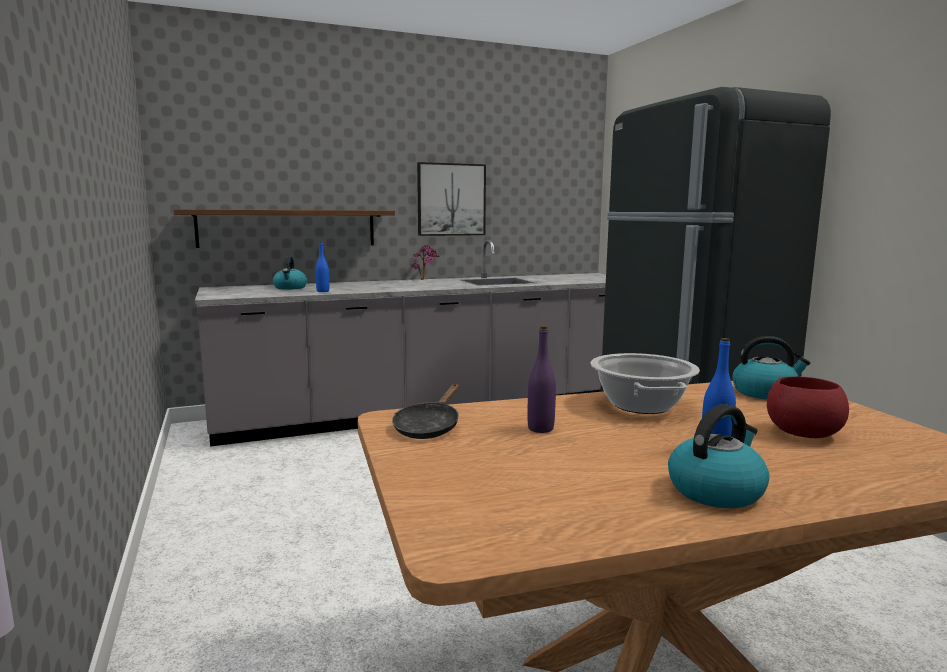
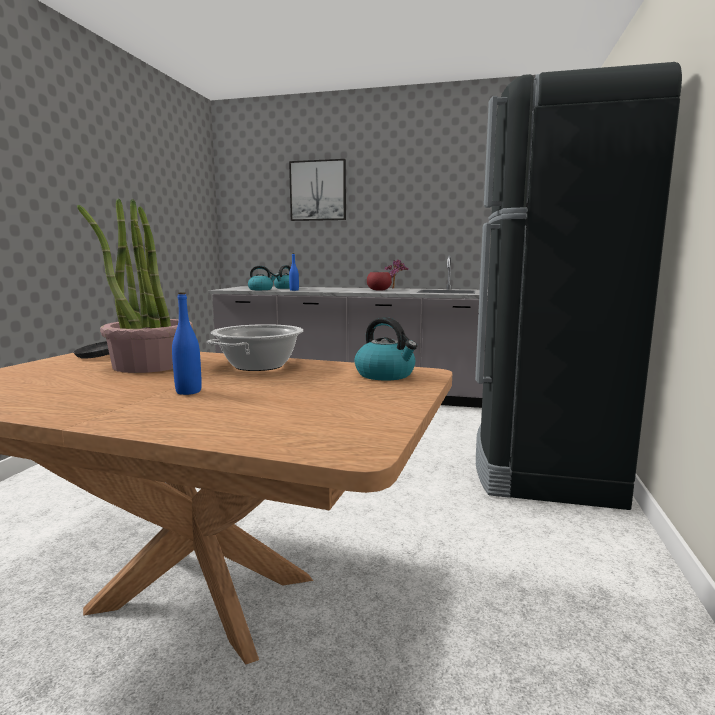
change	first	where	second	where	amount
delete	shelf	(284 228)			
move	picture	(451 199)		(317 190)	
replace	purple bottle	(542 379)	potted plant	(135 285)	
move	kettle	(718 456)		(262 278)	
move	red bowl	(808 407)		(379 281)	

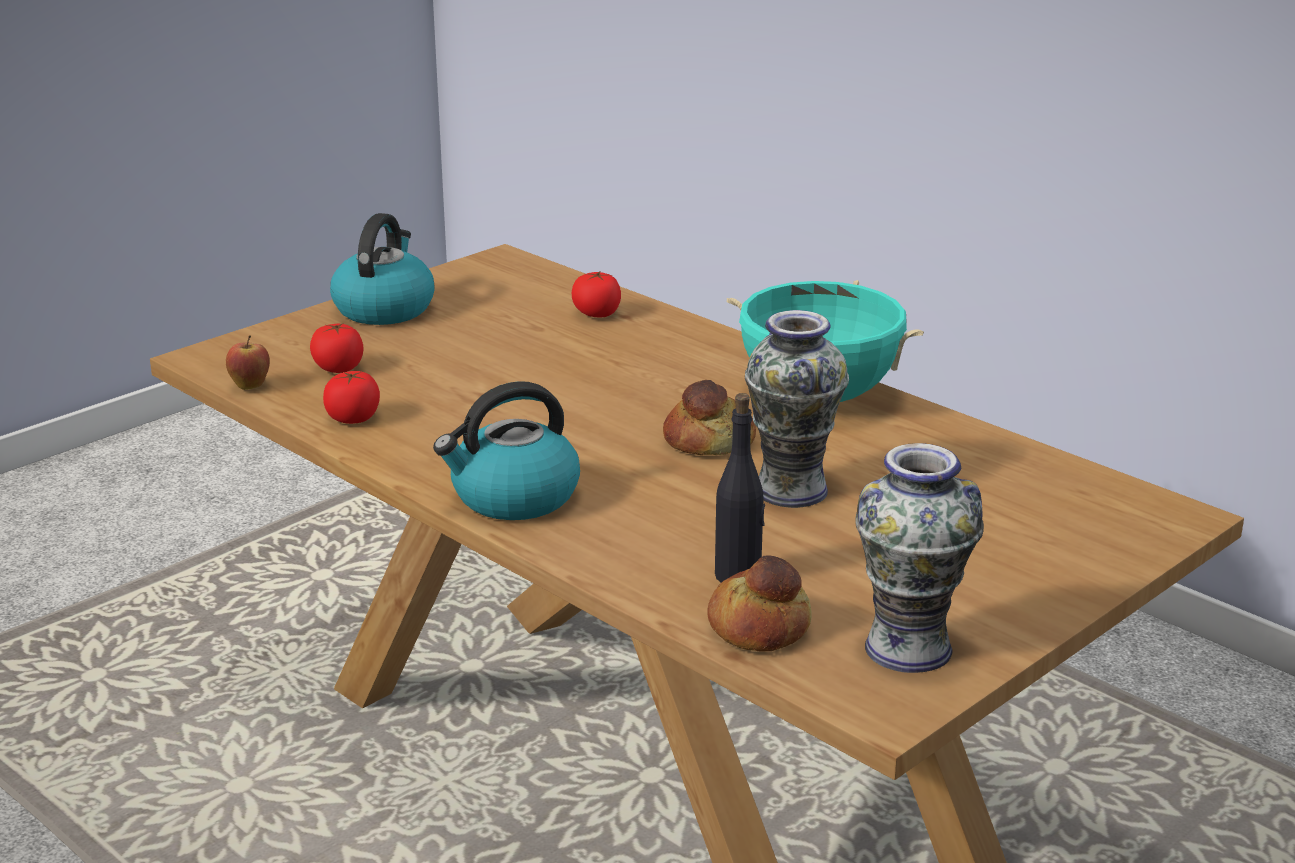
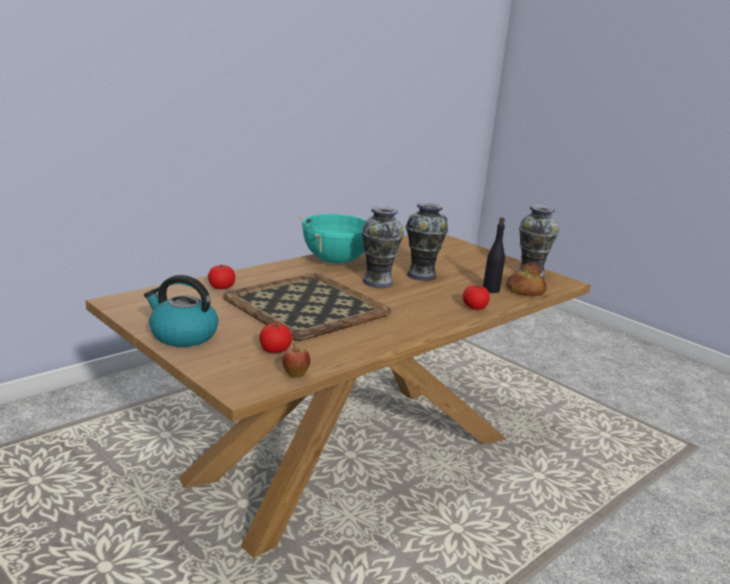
change	first	where	second	where	amount
move	tomato	(351 397)		(476 297)	
delete	kettle	(506 450)			
replace	bread	(709 417)	vase	(382 247)	
insert			tray	(307 307)	

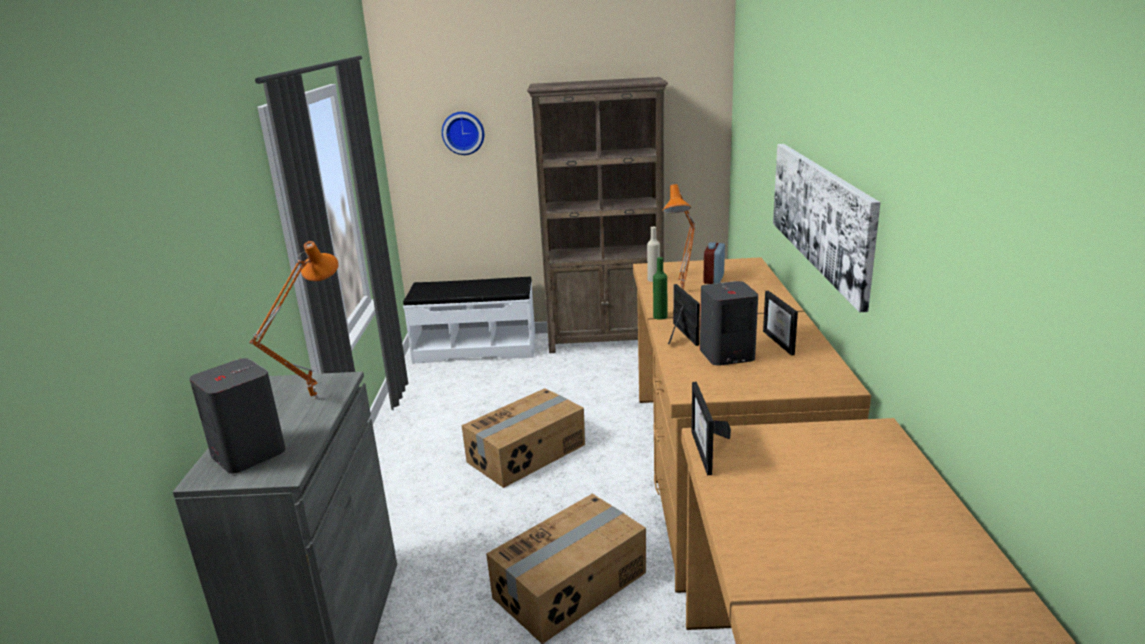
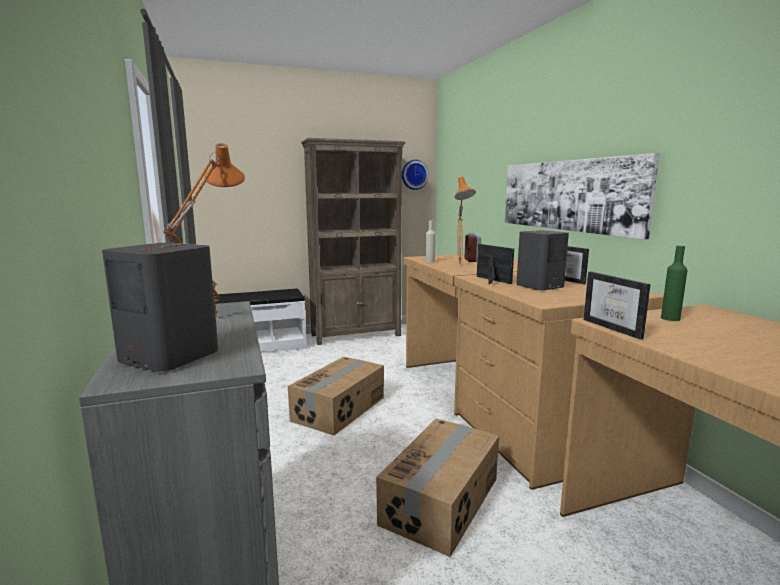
change	first	where	second	where	amount
move	wall clock	(463 133)		(415 175)	
move	green bottle	(660 288)		(674 283)	

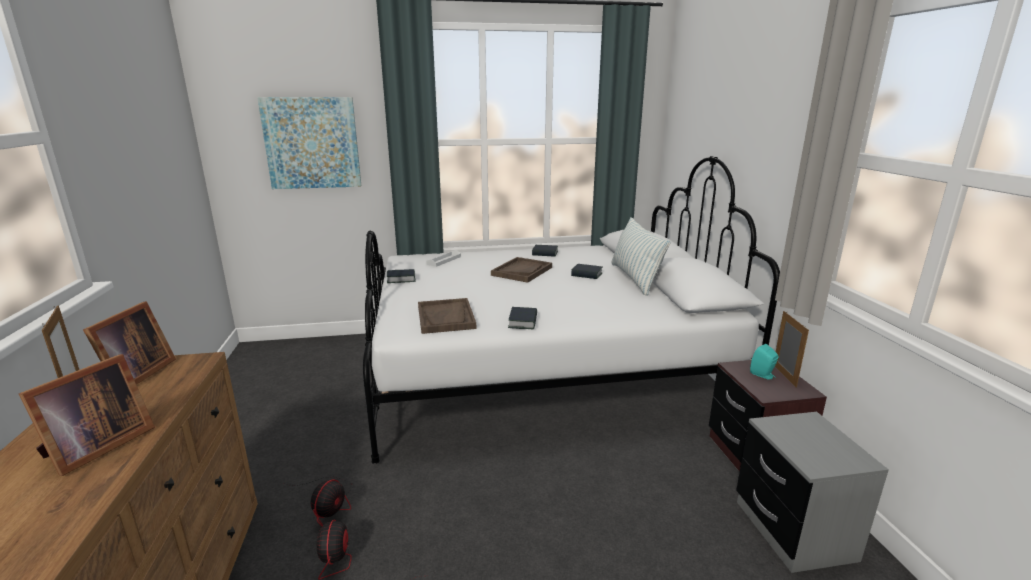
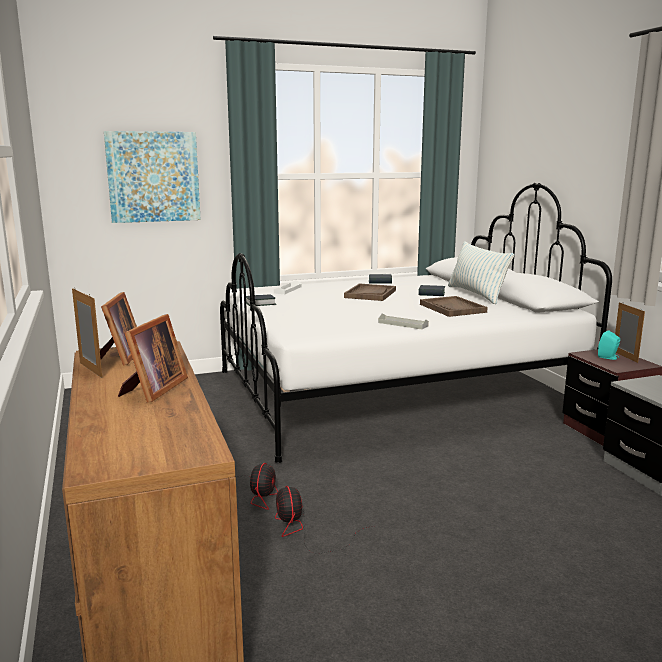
change	first	where	second	where	amount
move	brown tray	(447 316)		(454 306)	
replace	book	(522 318)	grey tray	(403 321)	

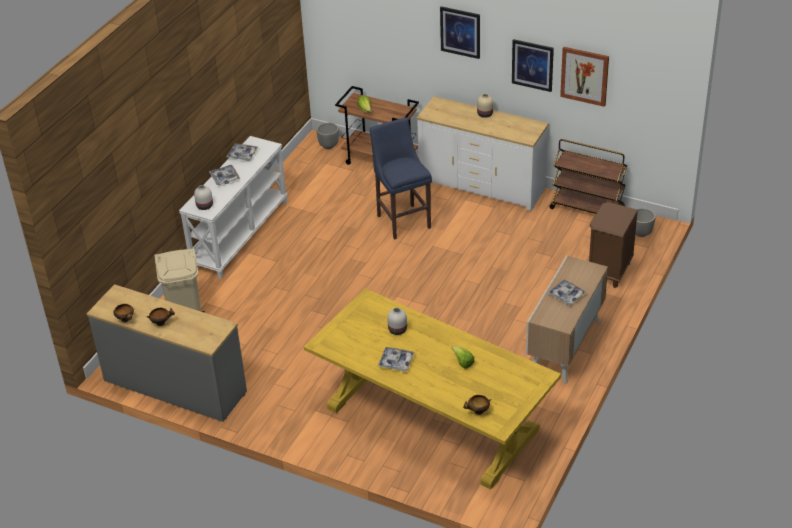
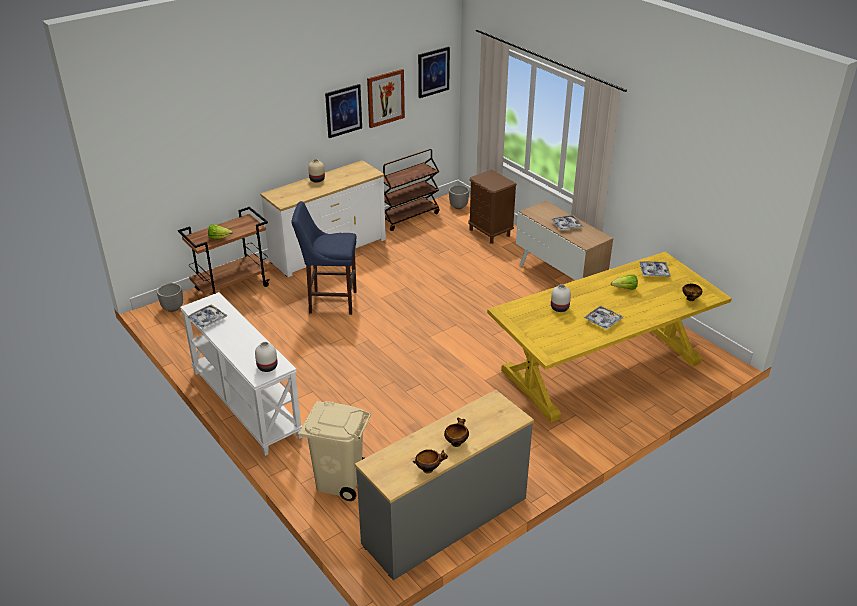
change	first	where	second	where	amount
move	tray	(224 175)		(655 269)	
move	picture	(460 32)		(434 72)	

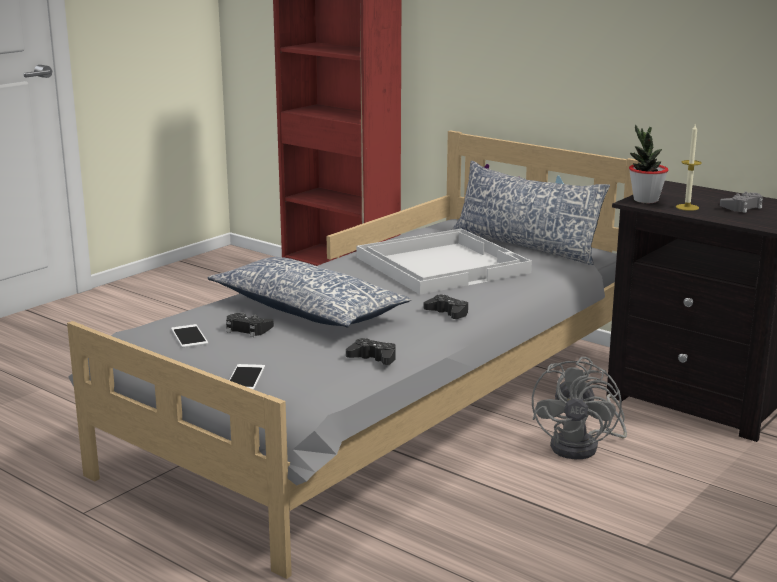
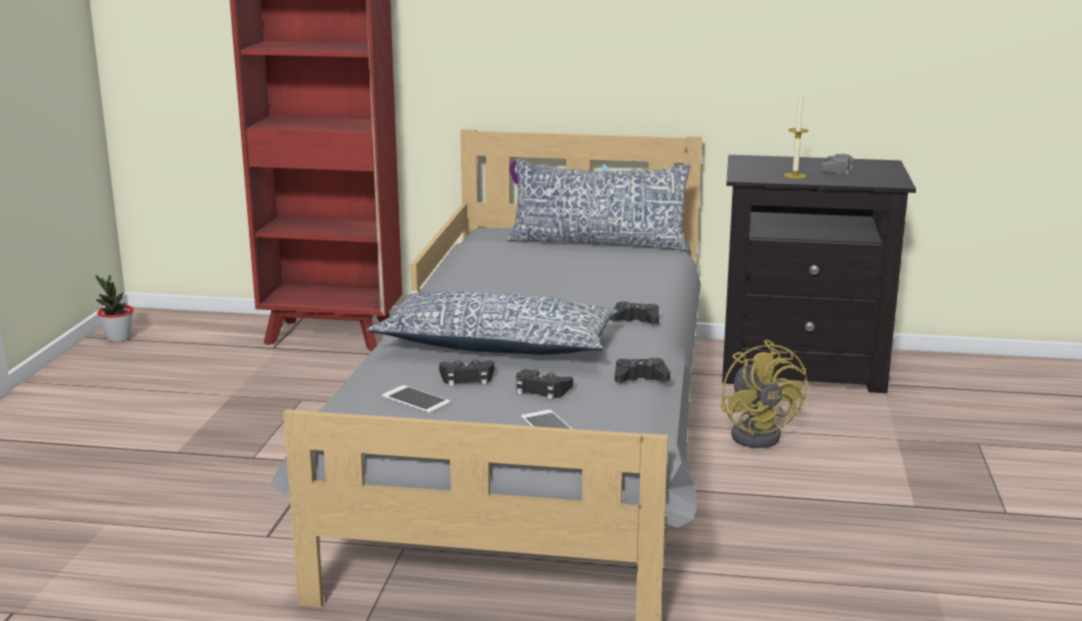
change	first	where	second	where	amount
delete	white tray	(444 262)			
recolor	grey fan	(579 408)	yellow fan	(764 394)	
move	potted plant	(648 164)		(115 308)	
insert			black game controller	(544 384)	

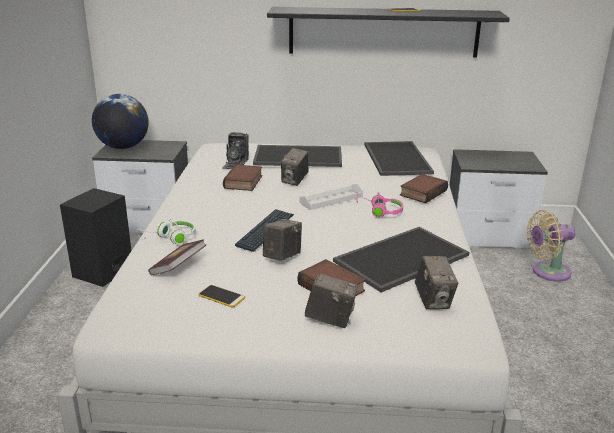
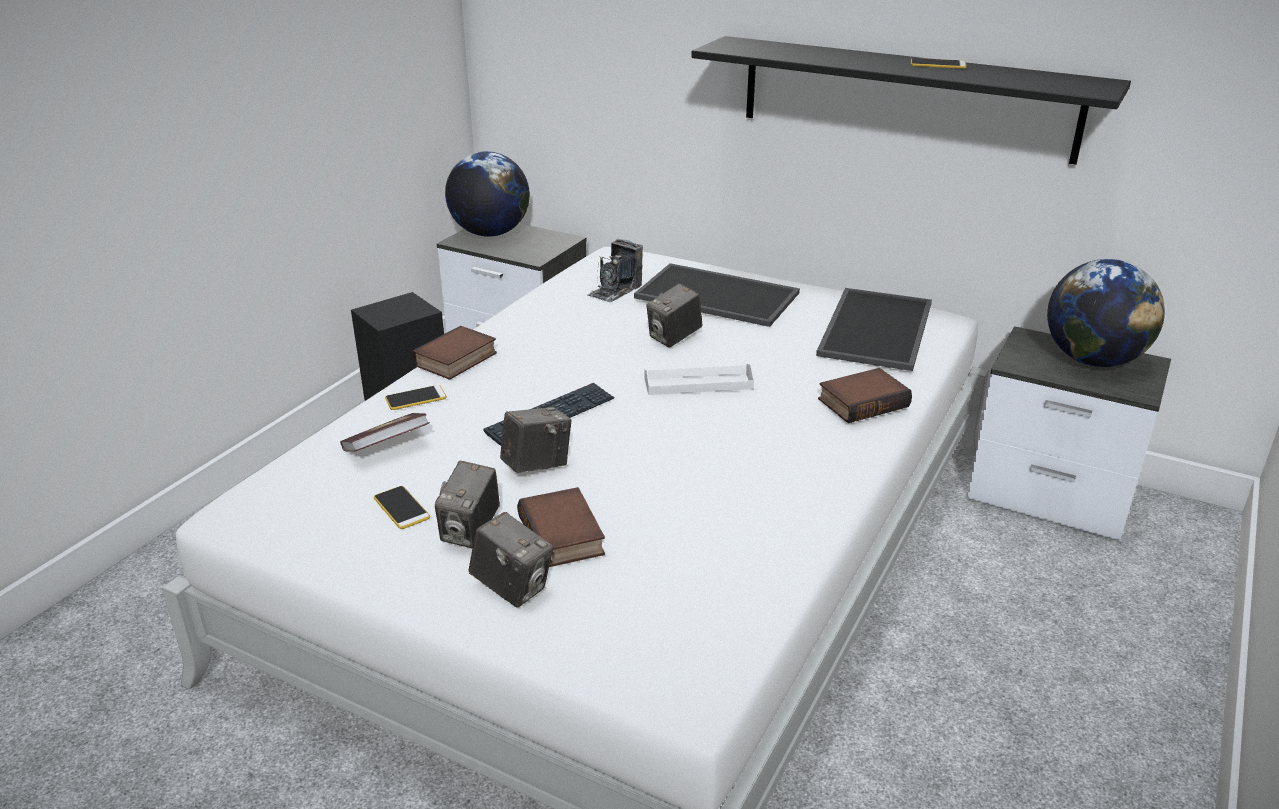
change	first	where	second	where	amount
replace	white headphones	(166 231)	phone	(416 397)	
move	book	(242 178)		(454 353)	
delete	tray	(401 259)			
delete	pink headphones	(380 204)			
move	photo camera	(436 282)		(467 504)	
delete	beige fan	(551 246)			
insert			globe	(1106 313)	

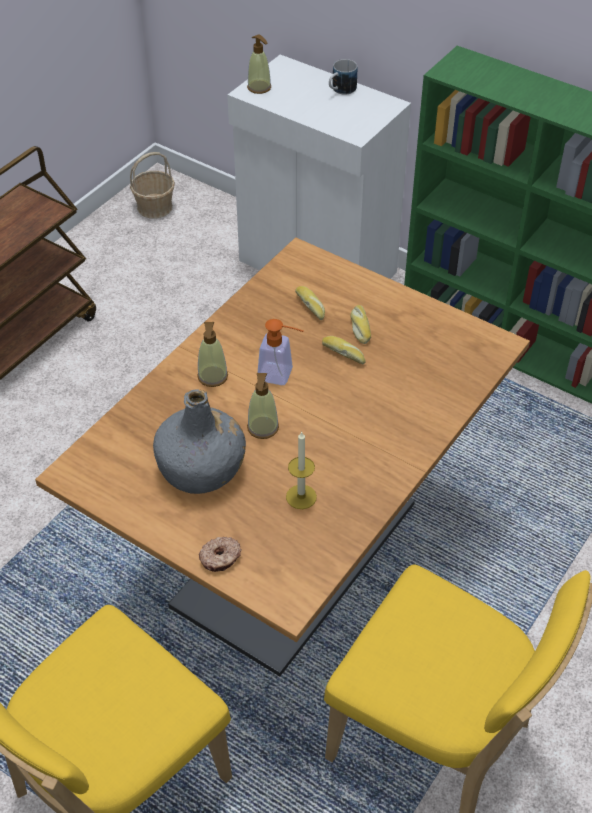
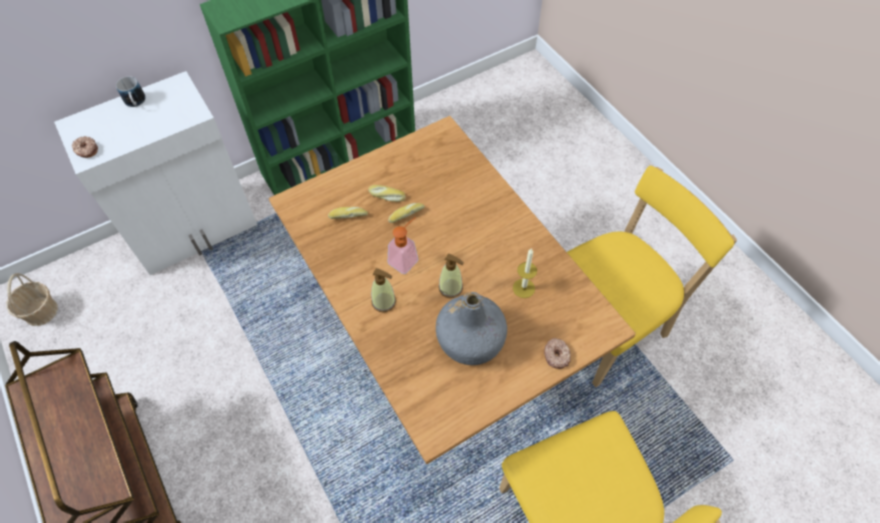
change	first	where	second	where	amount
replace	soap dispenser	(259 64)	donut	(85 147)	

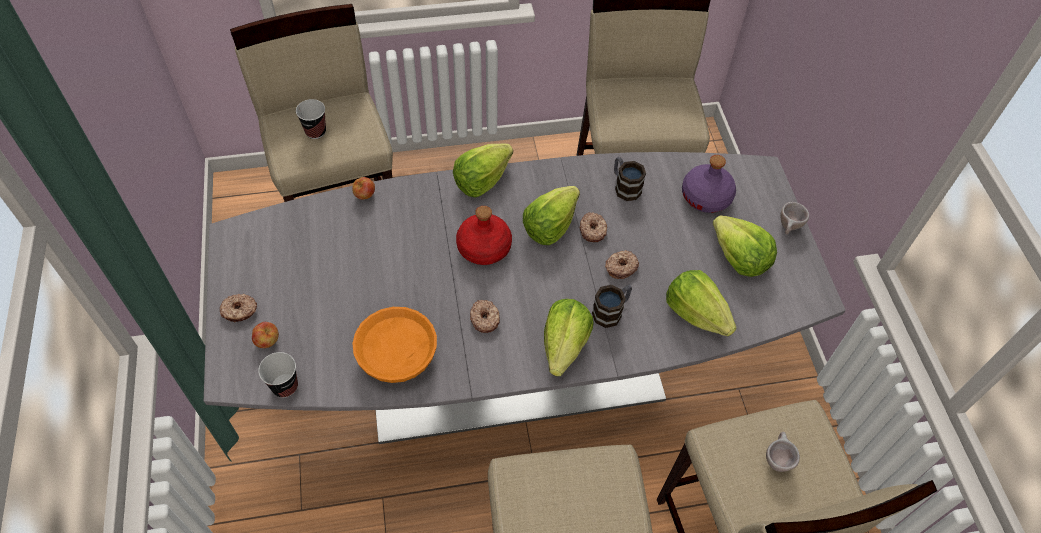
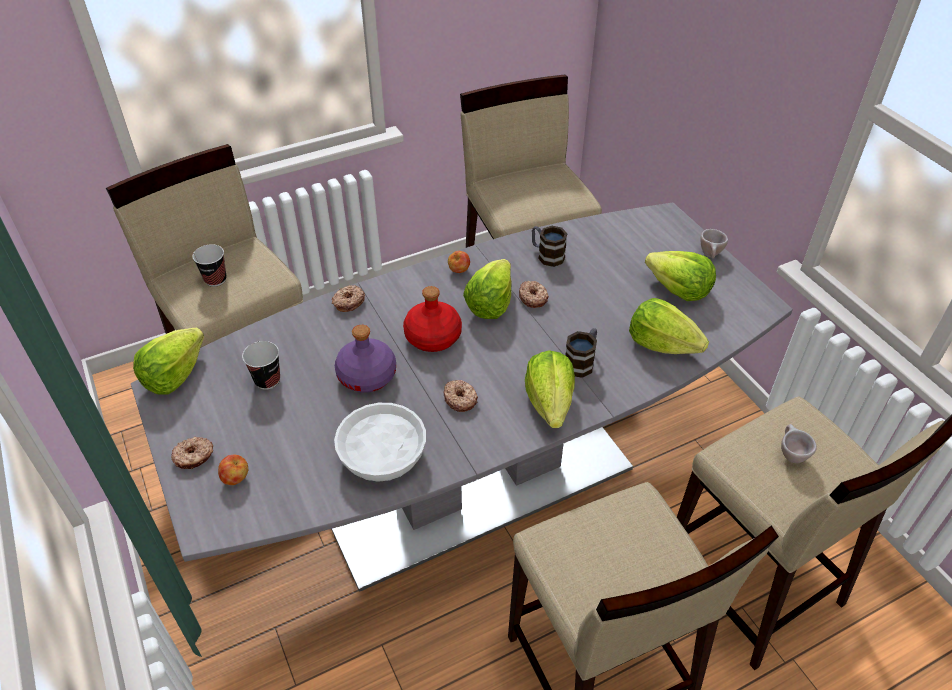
change	first	where	second	where	amount
move	cup	(278 375)		(261 365)	
move	apple	(363 188)		(459 262)	
recolor	orange bowl	(394 345)	white bowl	(380 442)	
move	lettuce	(483 170)		(168 361)	
move	donut	(622 264)		(348 298)	
move	purple bottle	(709 184)		(365 359)	

